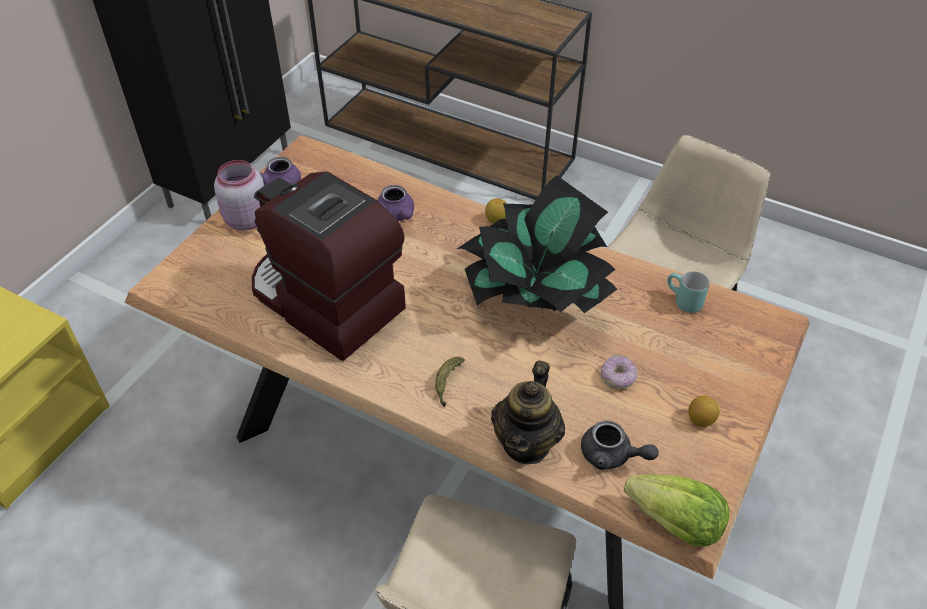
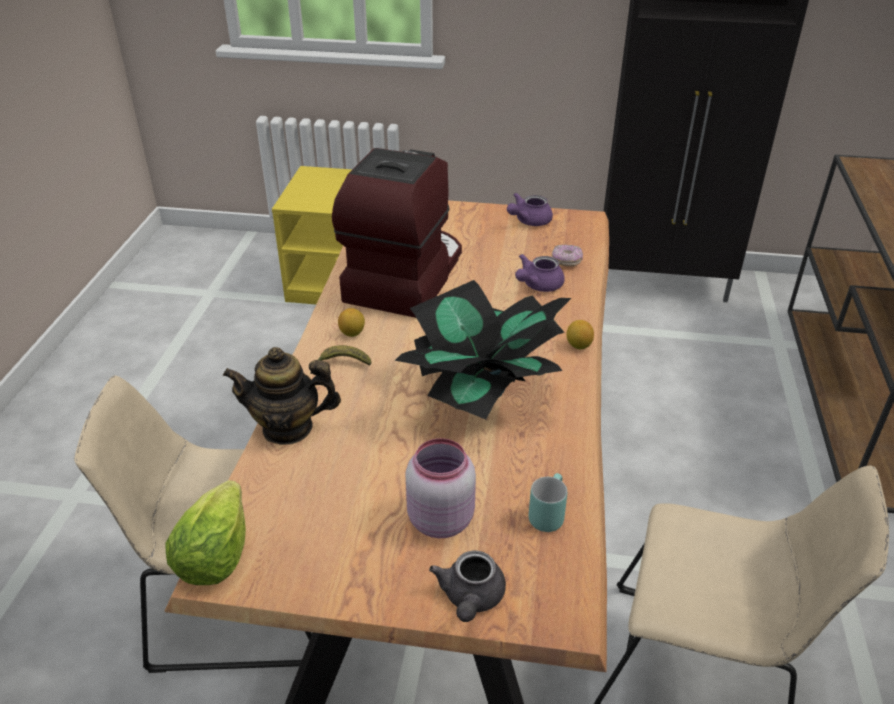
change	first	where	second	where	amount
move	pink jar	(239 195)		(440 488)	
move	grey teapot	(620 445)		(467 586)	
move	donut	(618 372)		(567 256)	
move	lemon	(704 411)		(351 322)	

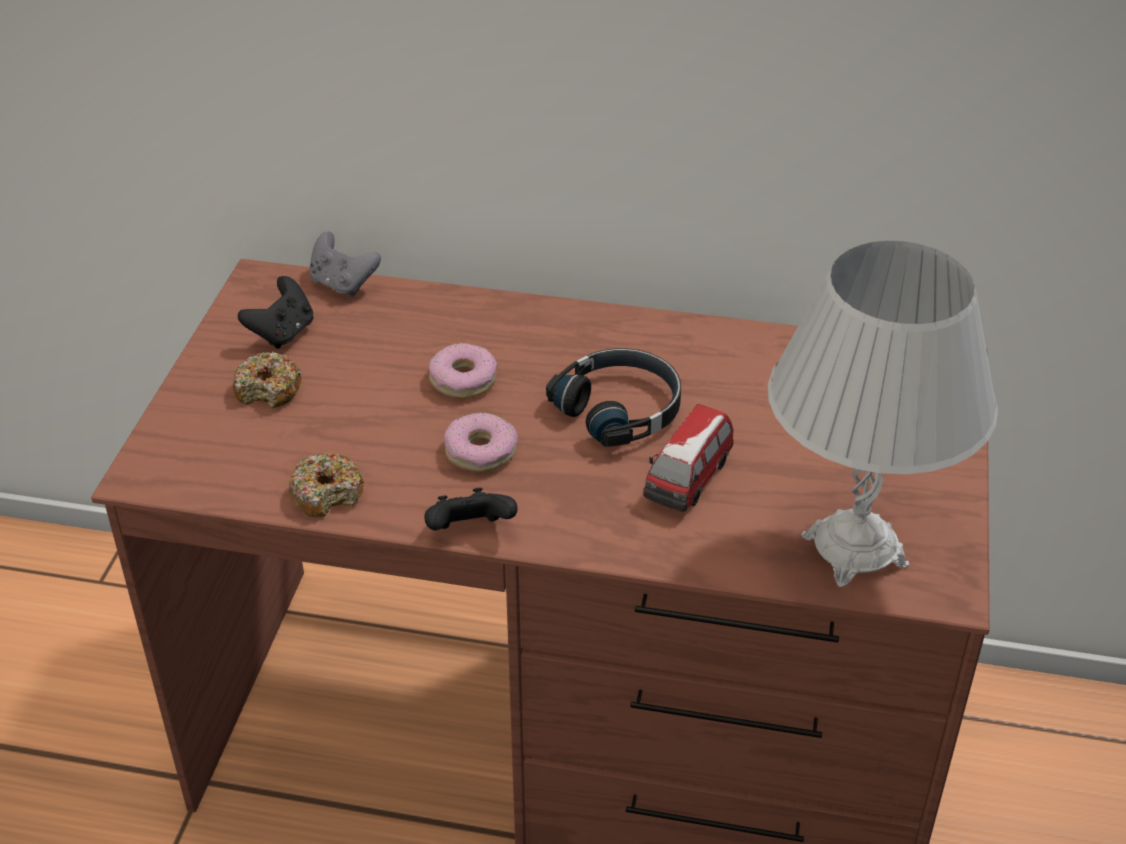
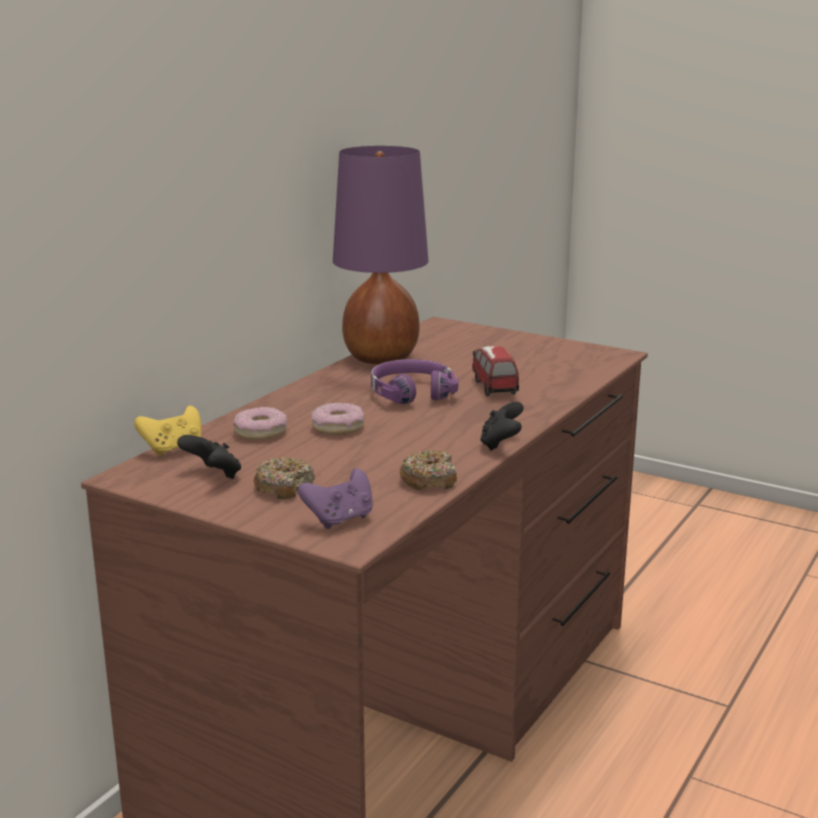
change	first	where	second	where	amount
recolor	grey game controller	(345 264)	yellow game controller	(167 431)	
move	donut	(481 442)		(260 423)	
recolor	black headphones	(613 397)	purple headphones	(414 381)	
rotate	toy car	(688 458)		(495 371)	150 degrees counterclockwise
delete	white table lamp	(883 414)			
insert			purple game controller	(335 498)	
insert			purple table lamp	(380 255)	

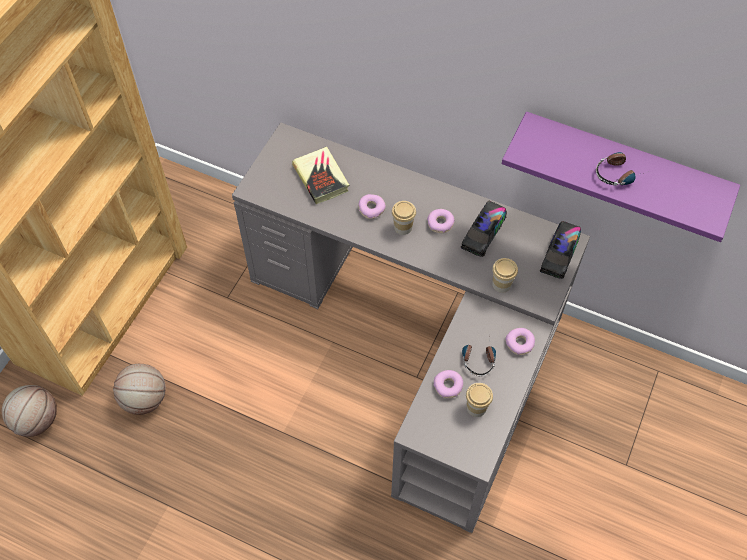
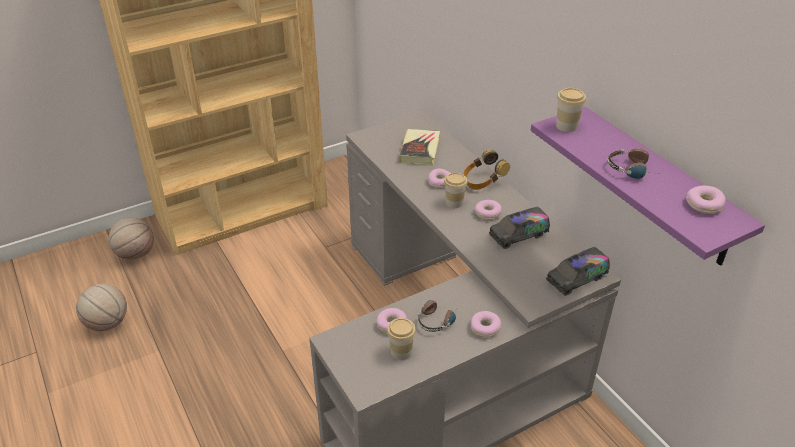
change	first	where	second	where	amount
move	basketball	(139 389)		(101 307)	
move	cup	(505 275)		(571 110)	
insert			headphones	(486 169)	
insert			donut	(706 200)	

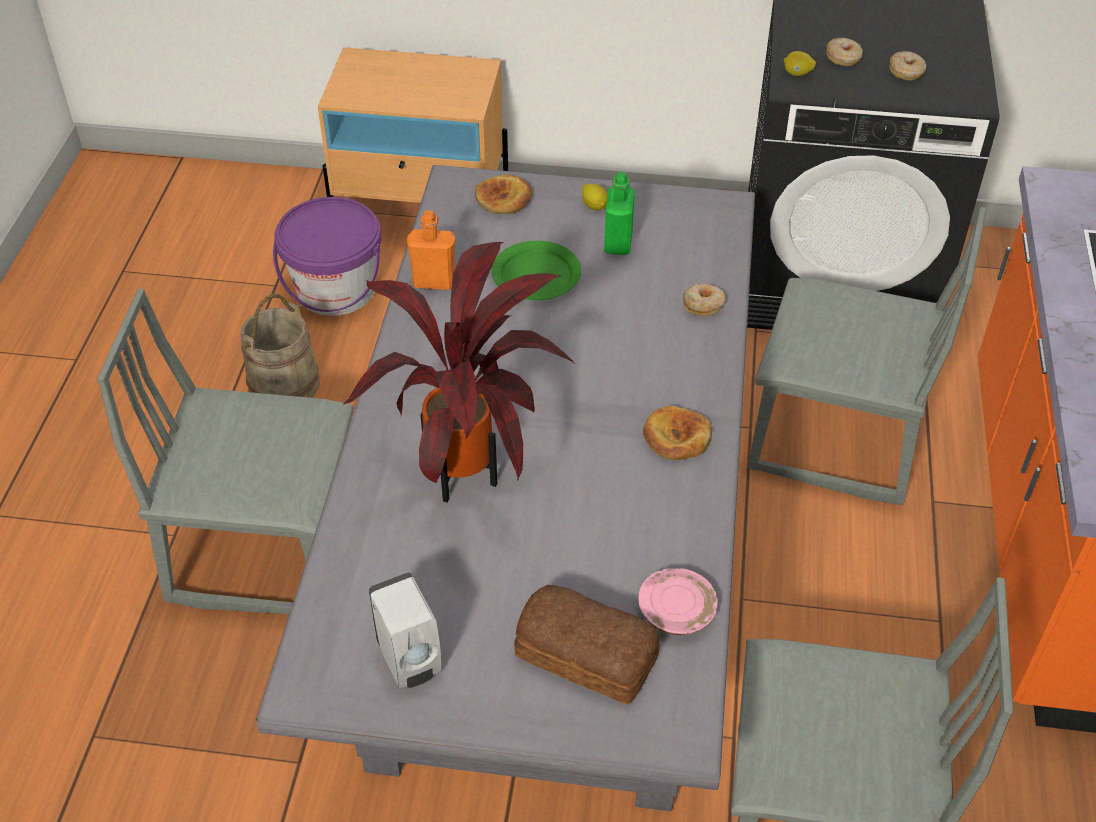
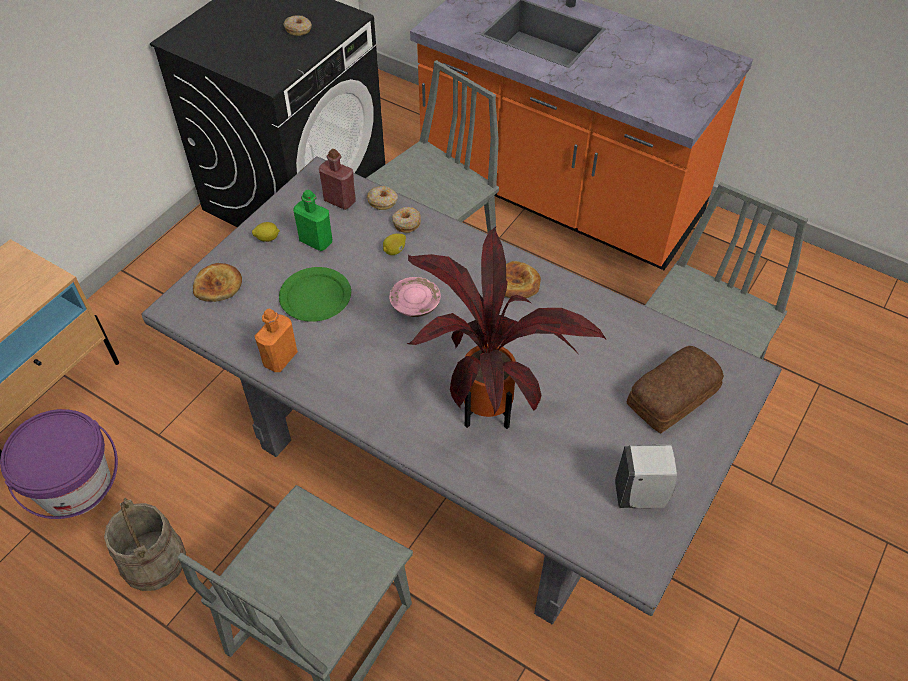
change	first	where	second	where	amount
move	pink plate	(678 601)		(415 297)	
move	lemon	(800 63)		(394 244)	
move	donut	(844 52)		(382 198)	
insert			red bottle	(337 179)	

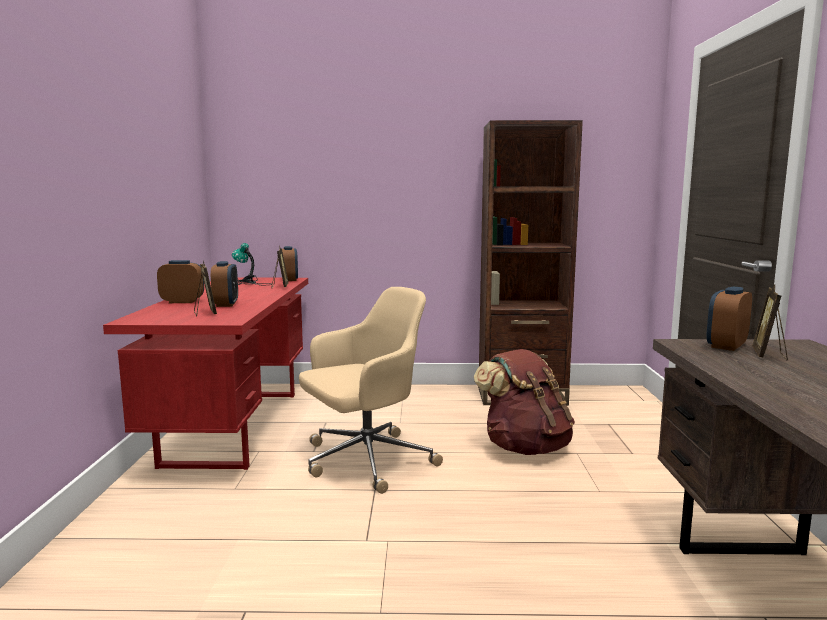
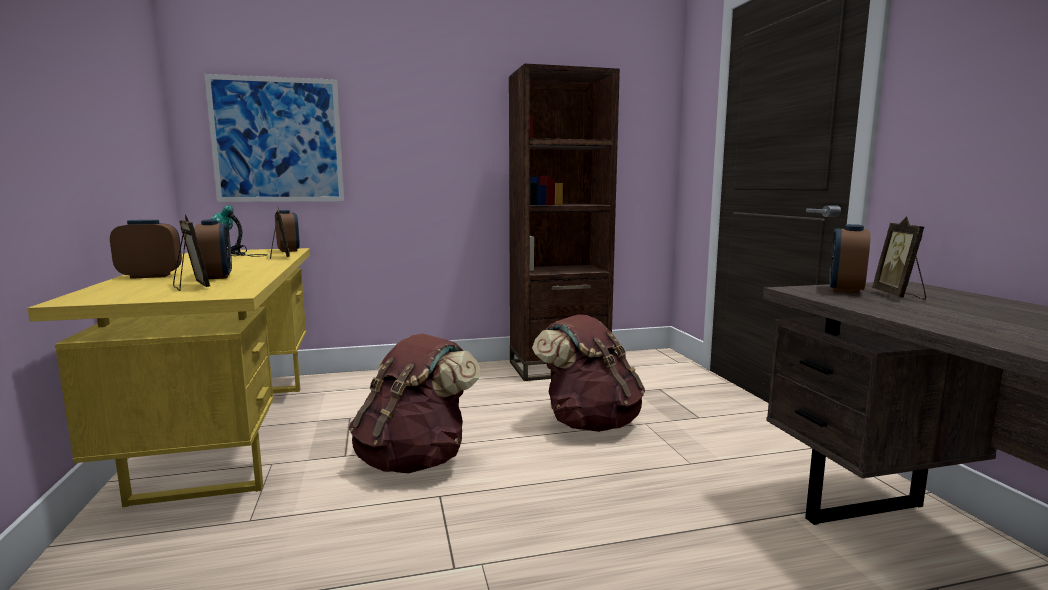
change	first	where	second	where	amount
recolor	red desk	(205 374)	yellow desk	(168 377)	
replace	beige office chair	(371 390)	brown backpack	(414 403)	
insert			picture	(274 138)	

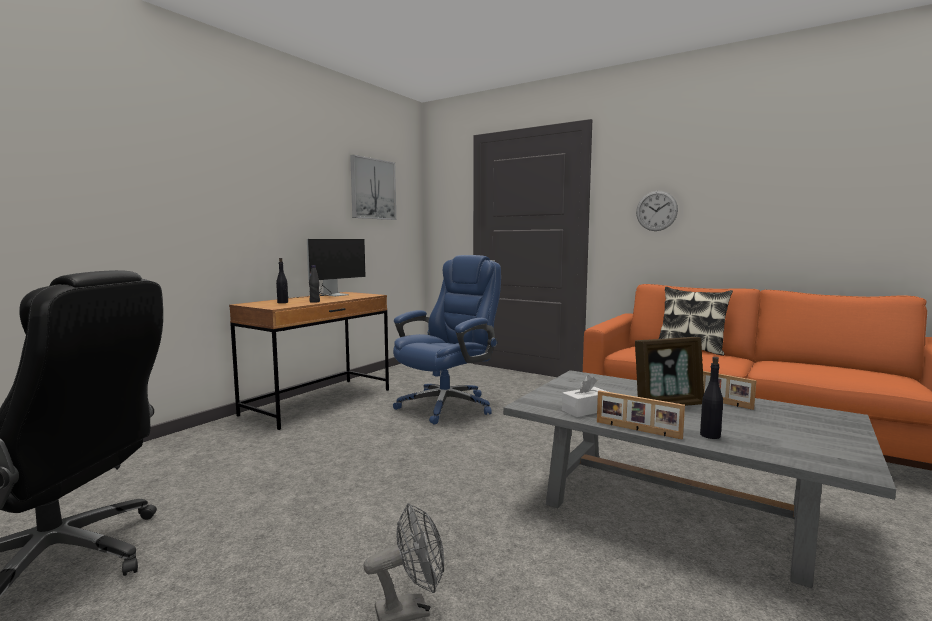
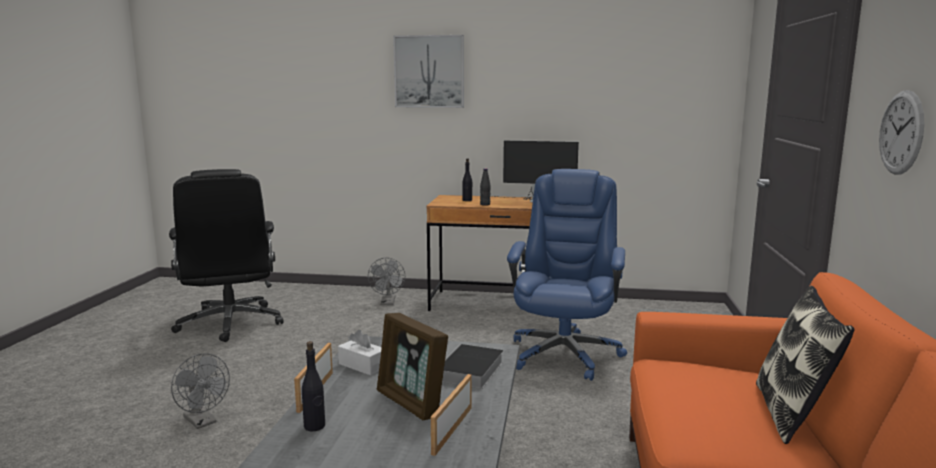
change	first	where	second	where	amount
move	picture	(373 187)		(428 71)	
rotate	blue office chair	(447 340)		(567 275)	90 degrees counterclockwise
insert			grey fan	(386 281)	
insert			book	(472 366)	

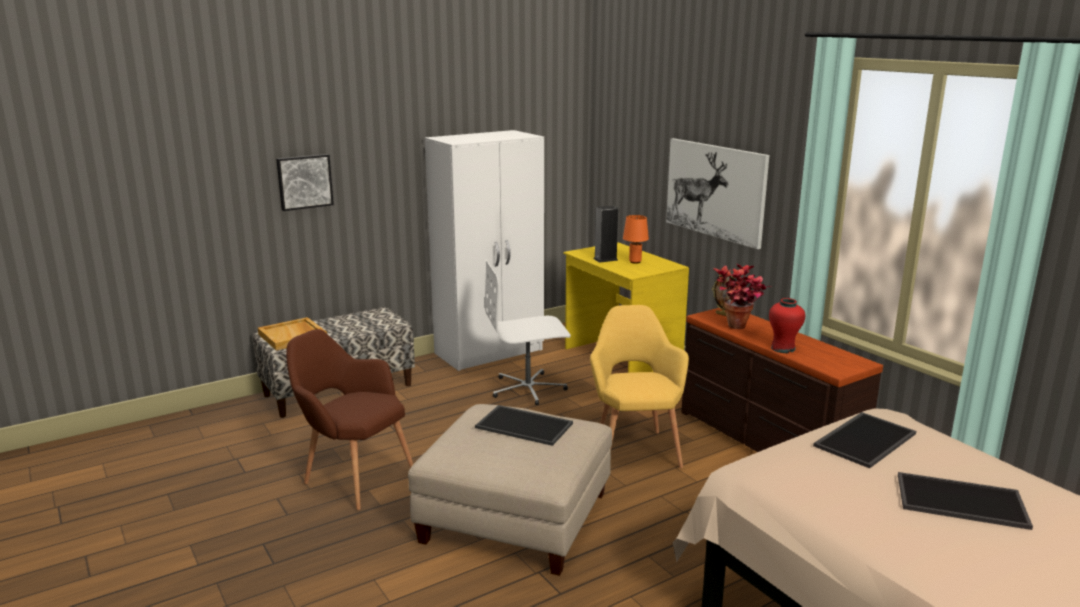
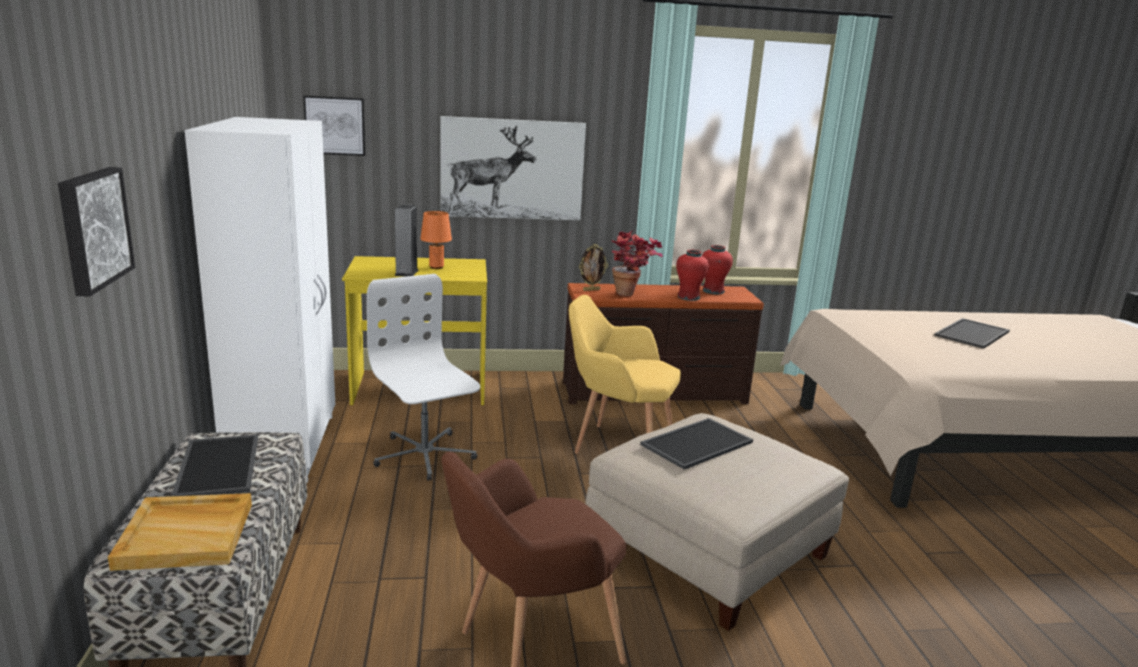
change	first	where	second	where	amount
rotate	white office chair	(528 332)		(423 377)	135 degrees clockwise
move	tray	(864 440)		(214 465)	
insert			picture	(334 125)	
insert			red vase	(717 270)	

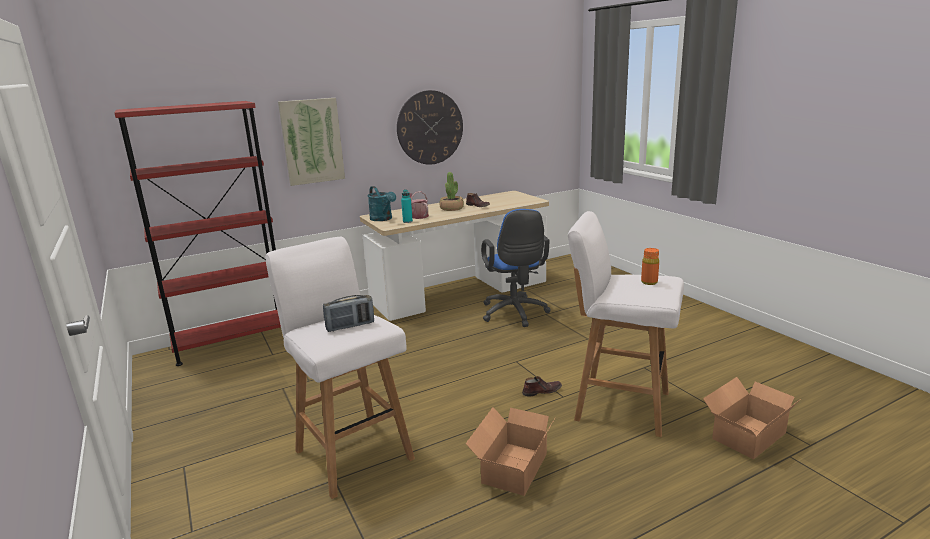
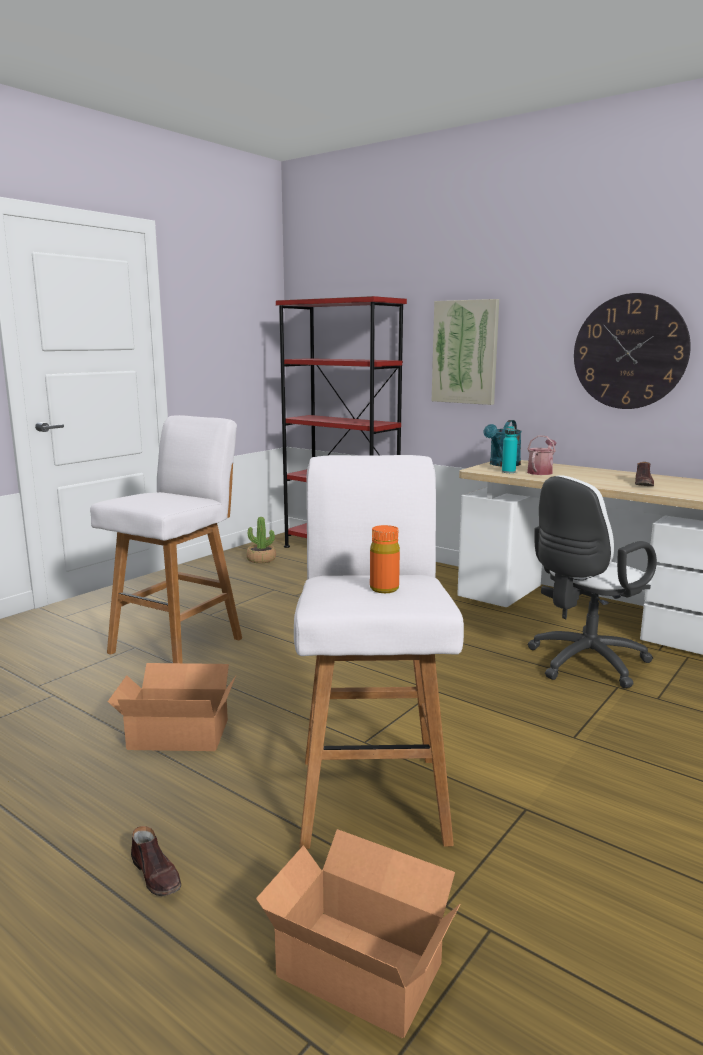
change	first	where	second	where	amount
delete	radio	(348 313)			
move	potted plant	(451 191)		(261 540)	
recolor	blue office chair	(516 268)	white office chair	(592 581)	
move	brown shoe	(542 386)		(156 861)	

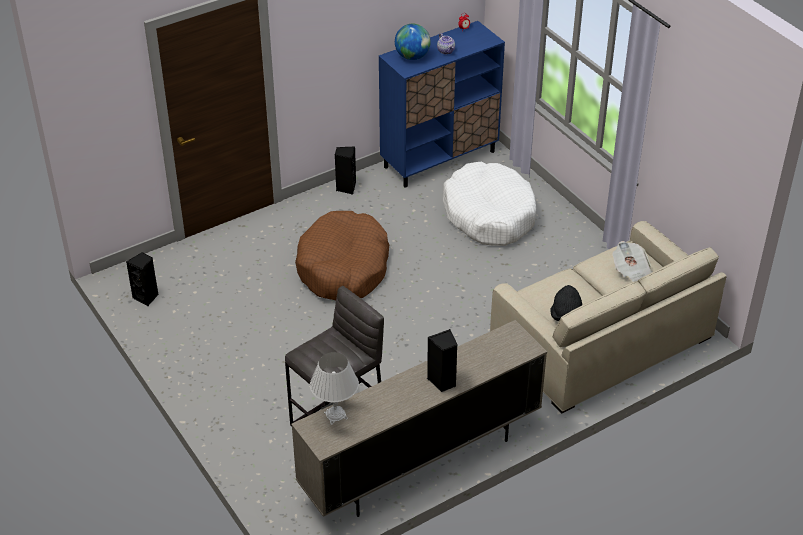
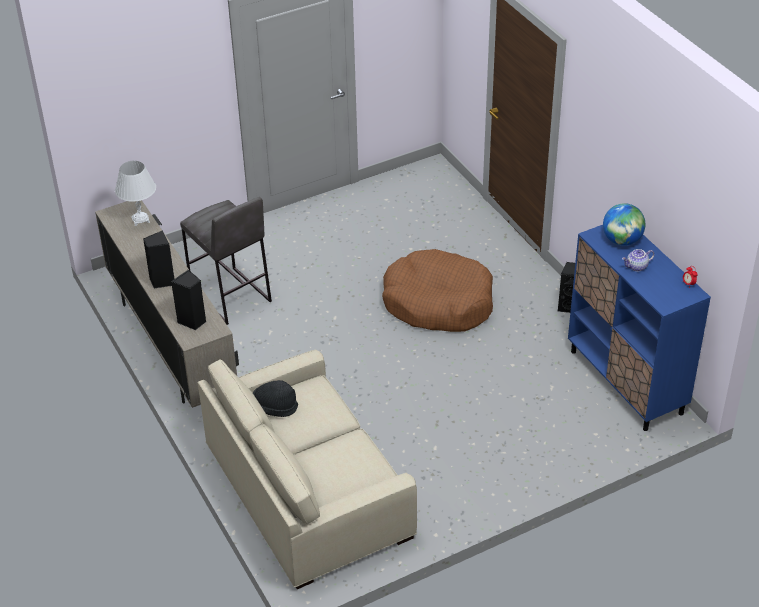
change	first	where	second	where	amount
move	black speaker	(142 279)		(188 300)	
delete	white dog bed	(490 204)			
delete	newspaper	(632 261)			

